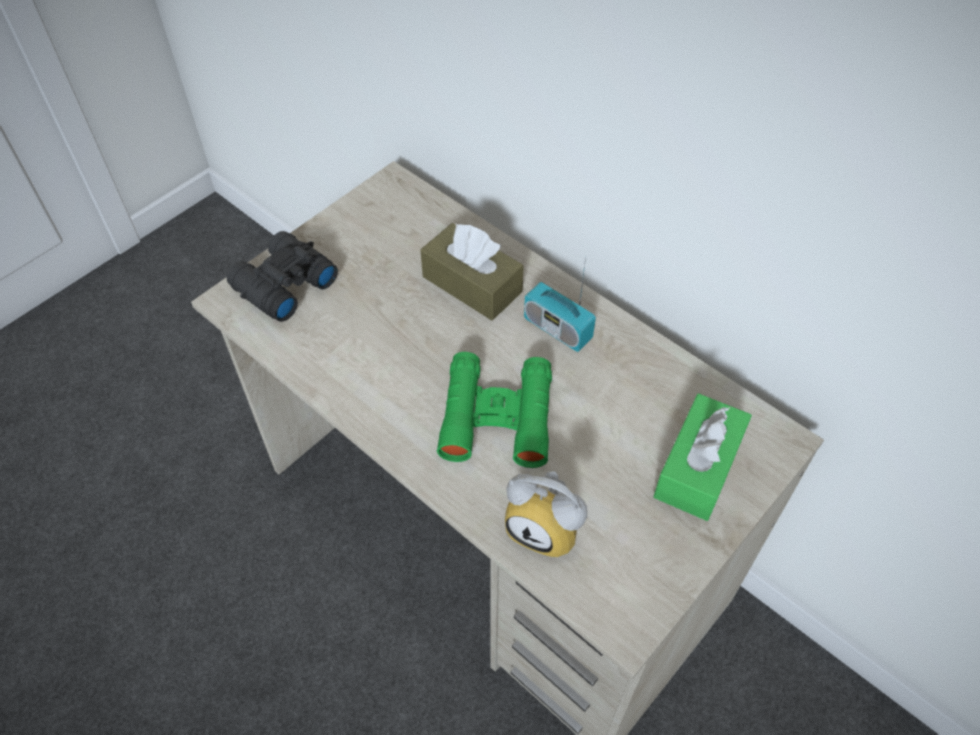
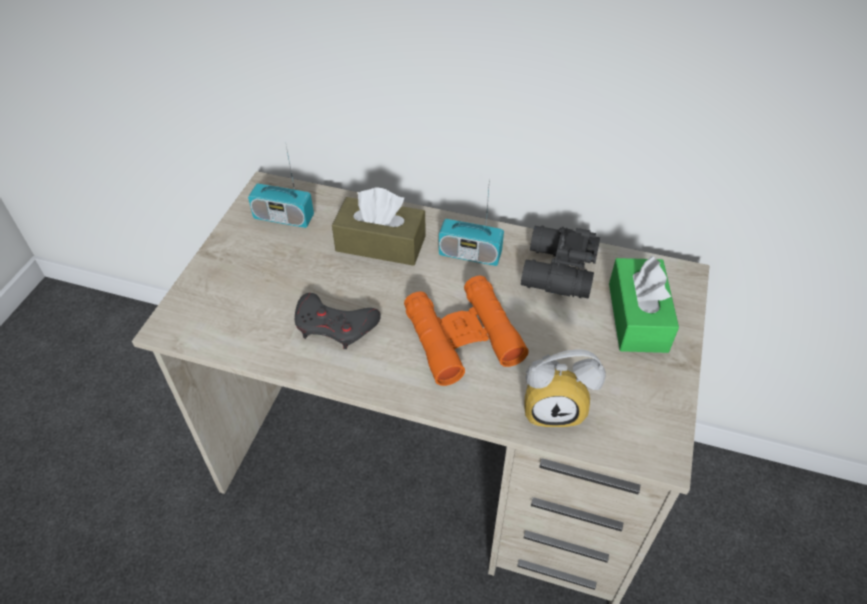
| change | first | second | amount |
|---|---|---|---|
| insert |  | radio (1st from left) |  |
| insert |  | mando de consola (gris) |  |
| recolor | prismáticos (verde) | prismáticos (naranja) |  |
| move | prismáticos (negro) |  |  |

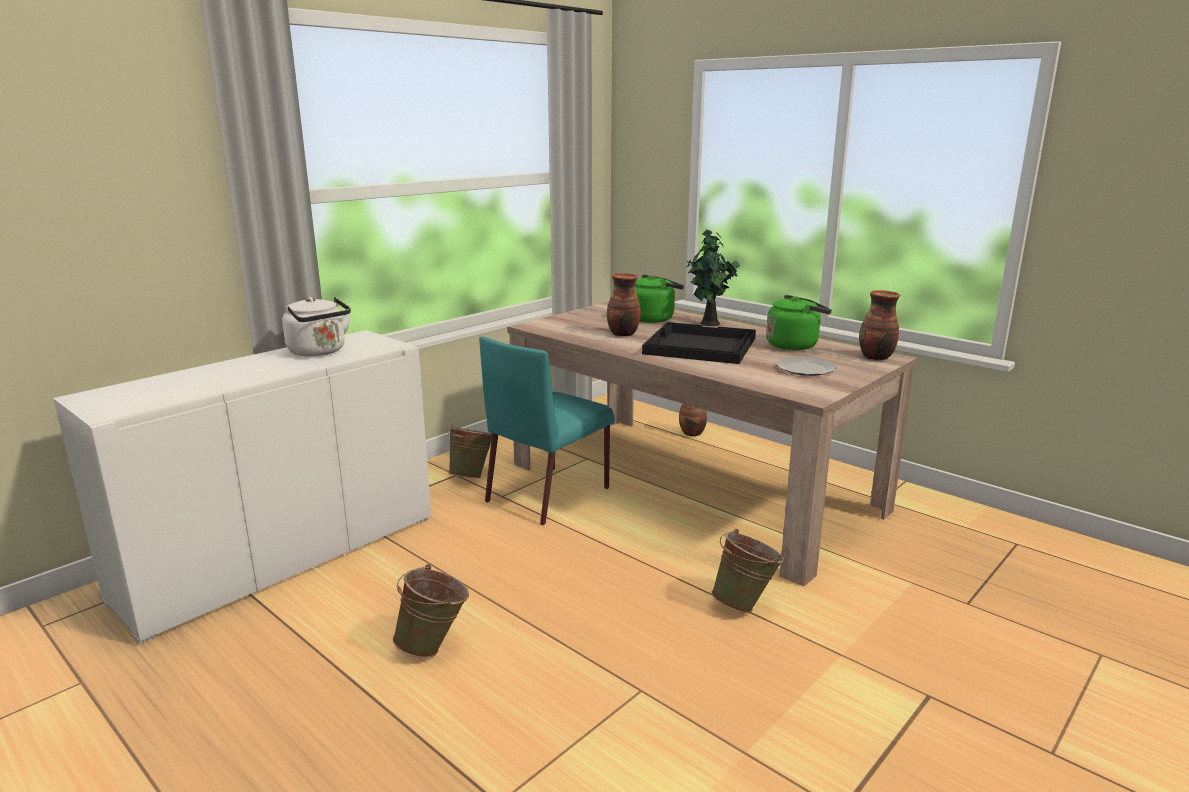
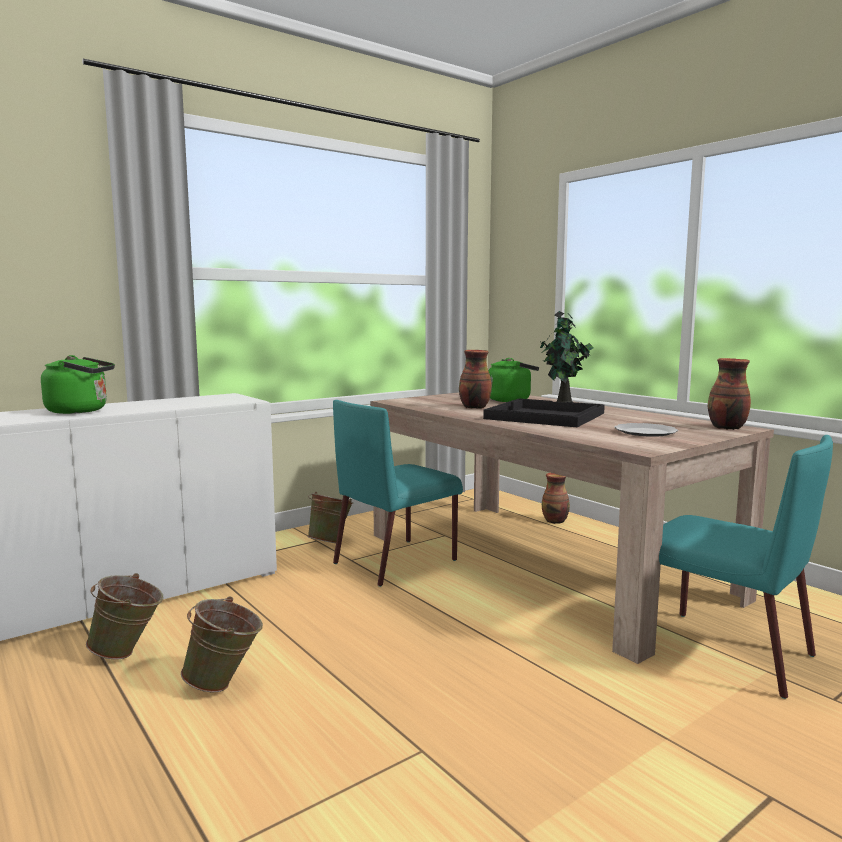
| change | first | second | amount |
|---|---|---|---|
| move | hervidor (verde) (2nd from left in the first image) | hervidor (verde) (1st from left) |  |
| move | cubo (verde) (3rd from left in the first image) | cubo (verde) (1st from left) |  |
| insert |  | silla (turquesa) (2nd from left) |  |
| delete | hervidor (blanco) |  |  |

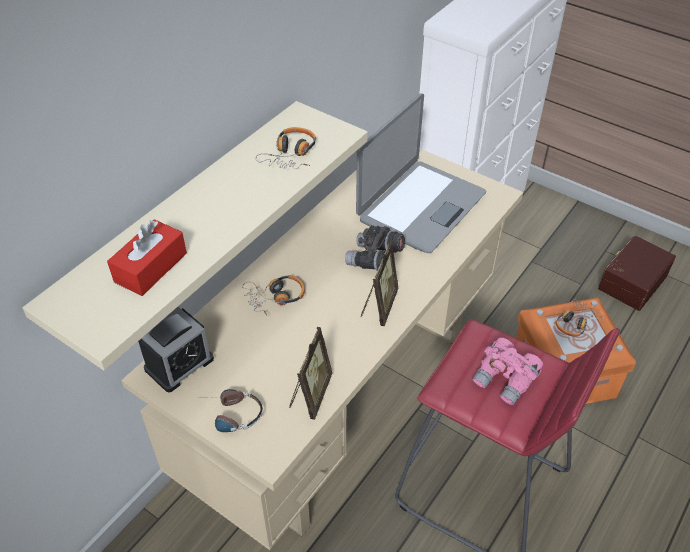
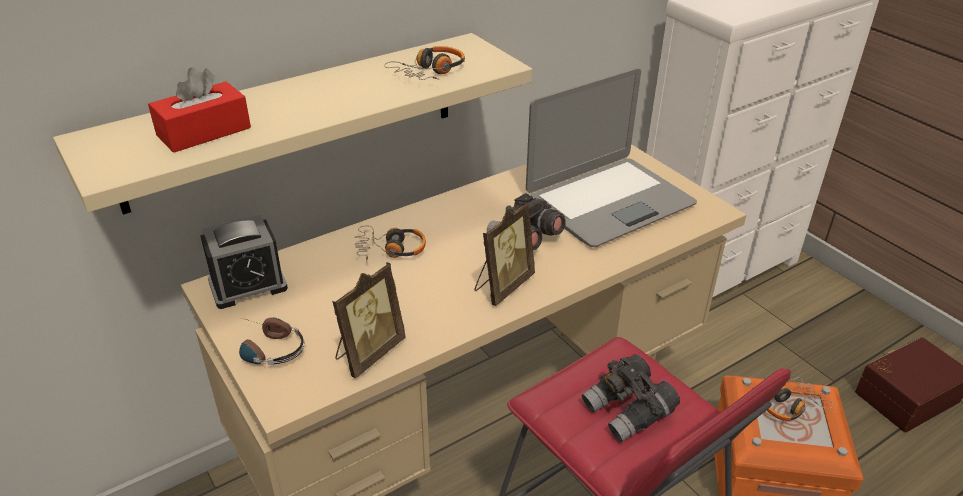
| change | first | second | amount |
|---|---|---|---|
| recolor | prismáticos (rosa) | prismáticos (gris) (2nd from left) |  |

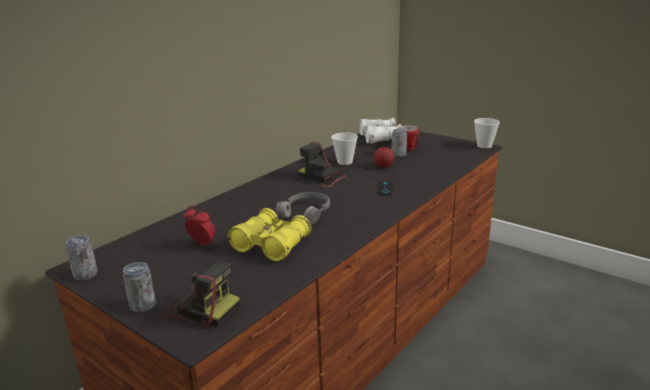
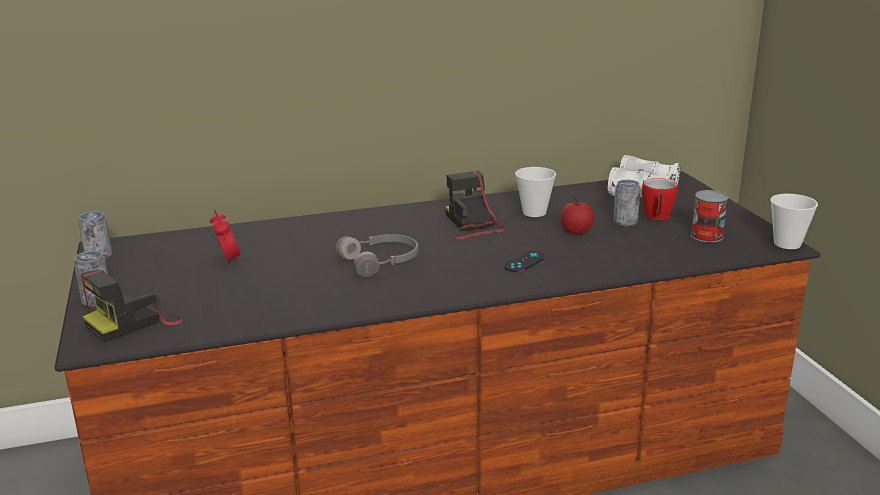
| change | first | second | amount |
|---|---|---|---|
| rotate | cámara (1st from left) |  | 75 degrees clockwise |
| insert |  | lata (4th from left) |  |
| delete | prismáticos (amarillo) |  |  |

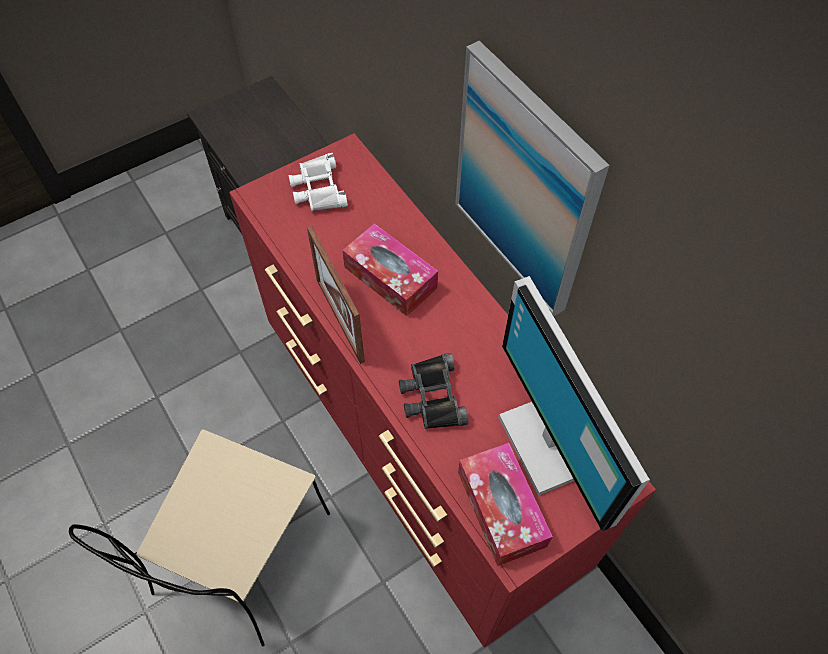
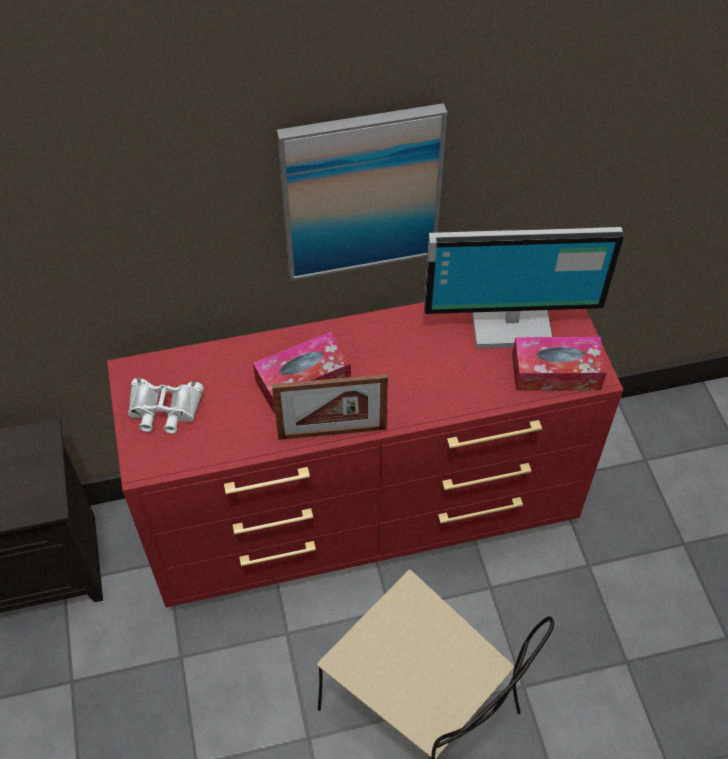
| change | first | second | amount |
|---|---|---|---|
| delete | prismáticos (negro) |  |  |

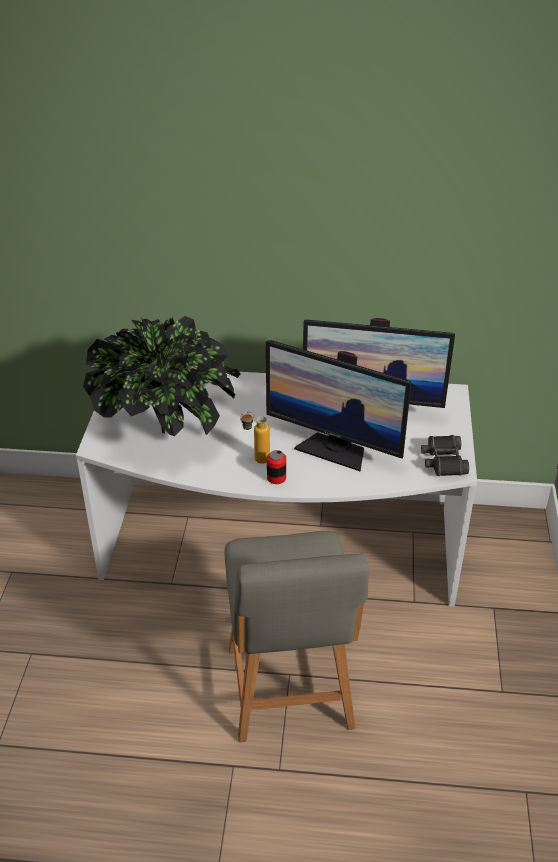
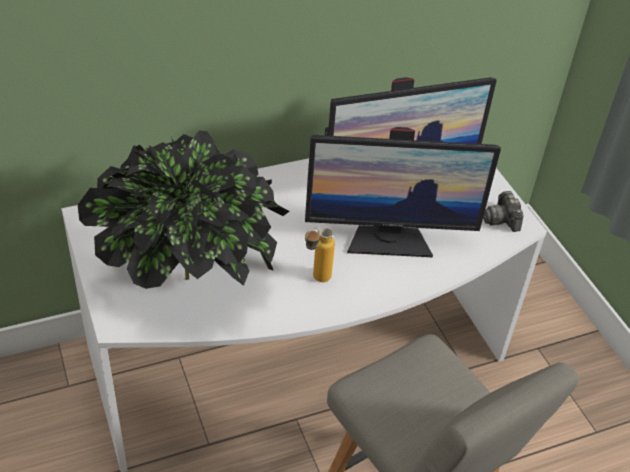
| change | first | second | amount |
|---|---|---|---|
| replace | prismáticos (negro) | cámara |  |
| delete | lata |  |  |

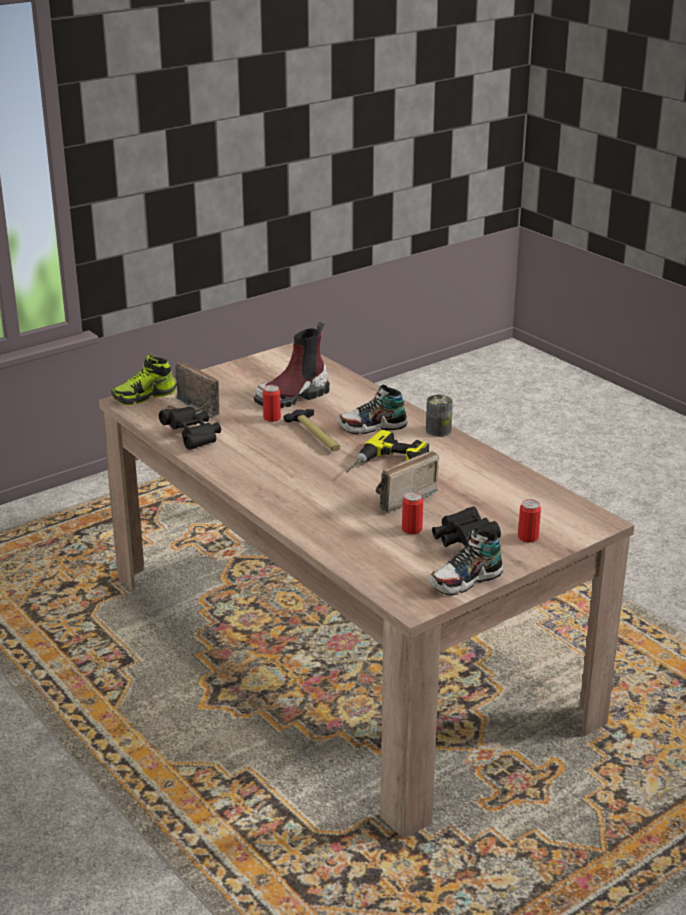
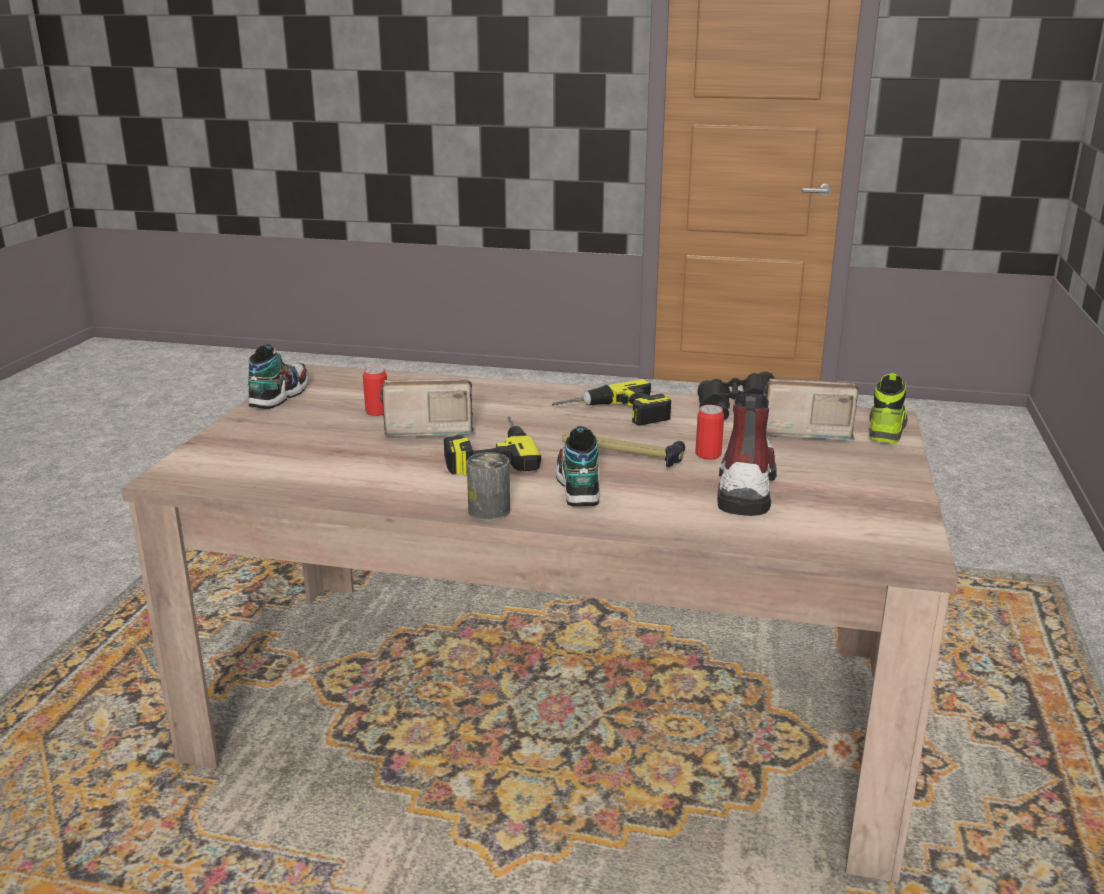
| change | first | second | amount |
|---|---|---|---|
| rotate | radio (2nd from left in the first image) | radio (1st from left) | 105 degrees counterclockwise |
| insert |  | taladro (2nd from left) |  |
| rotate | zapato (2nd from left) |  | 45 degrees counterclockwise |
| delete | prismáticos (negro) (2nd from left) |  |  |
| delete | lata (4th from left) |  |  |

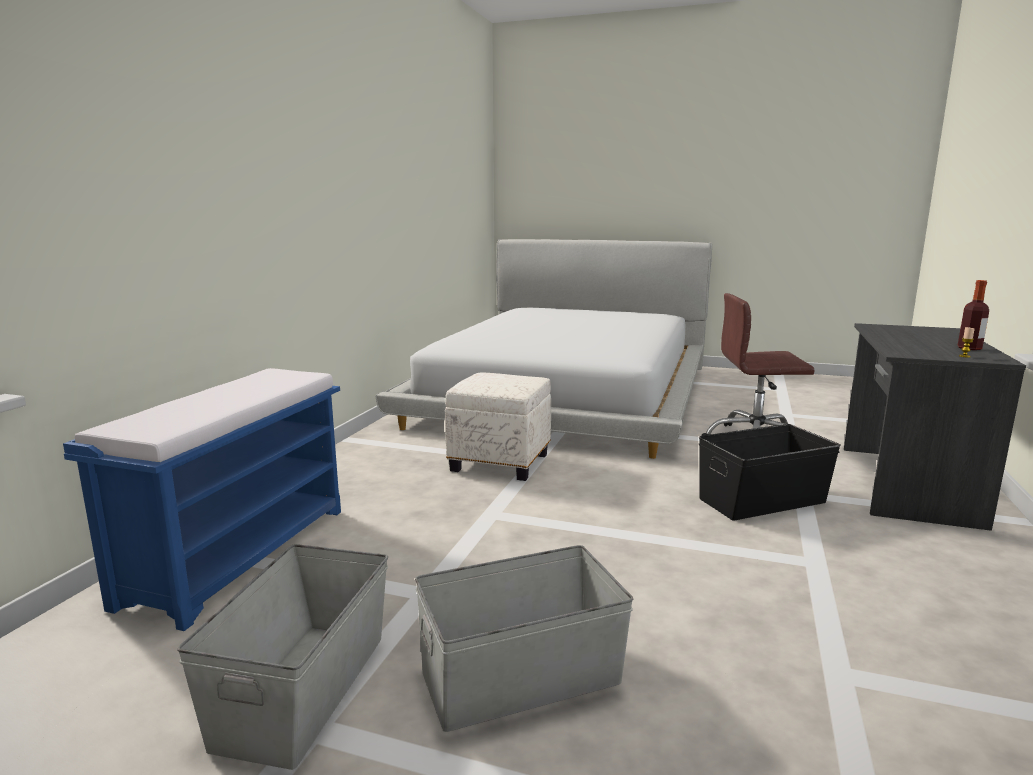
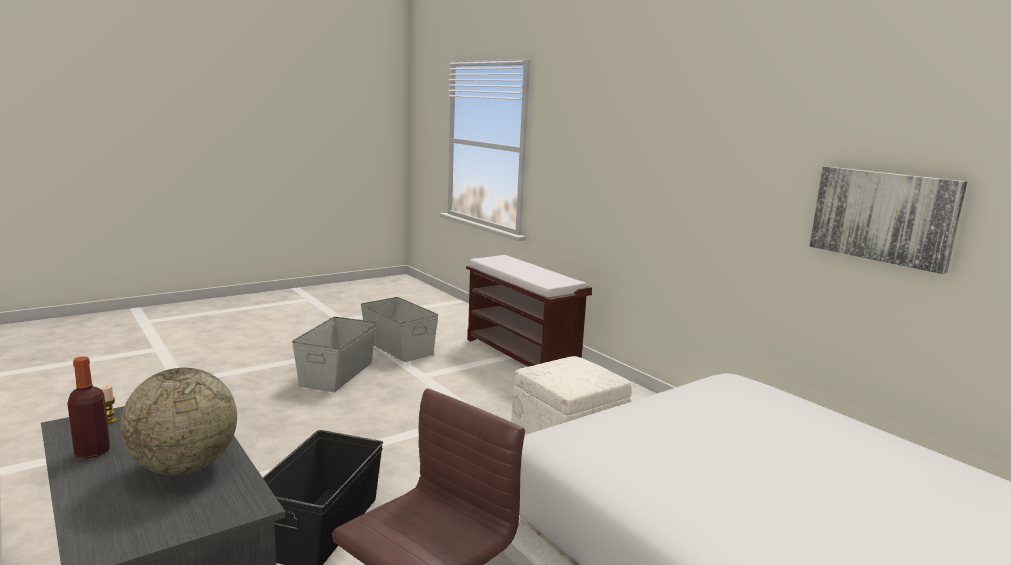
| change | first | second | amount |
|---|---|---|---|
| insert |  | globo terráqueo |  |
| recolor | banco (azul) | banco (marrón) |  |
| insert |  | cuadro |  |

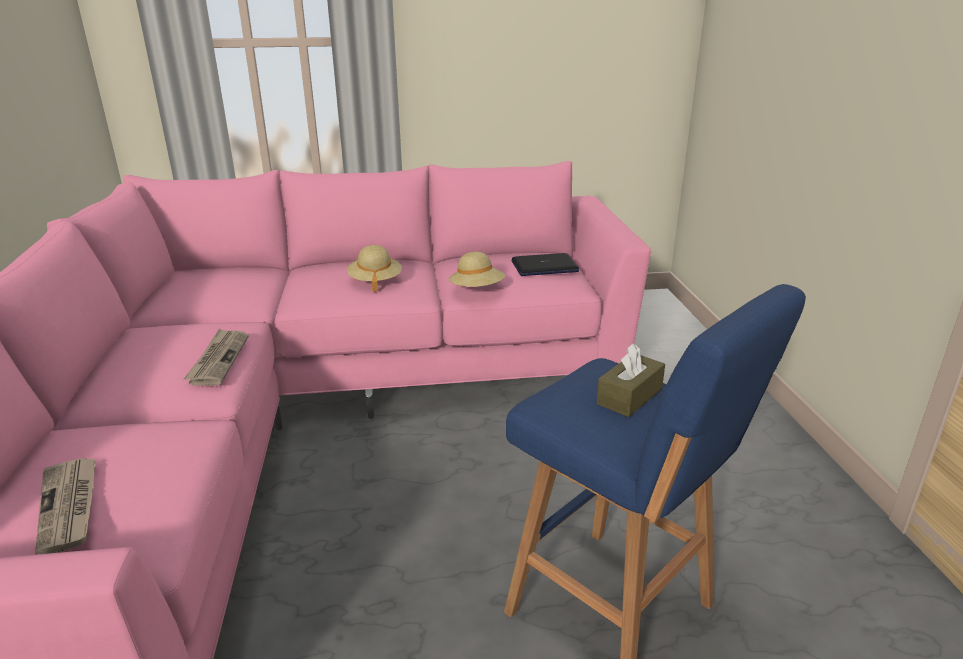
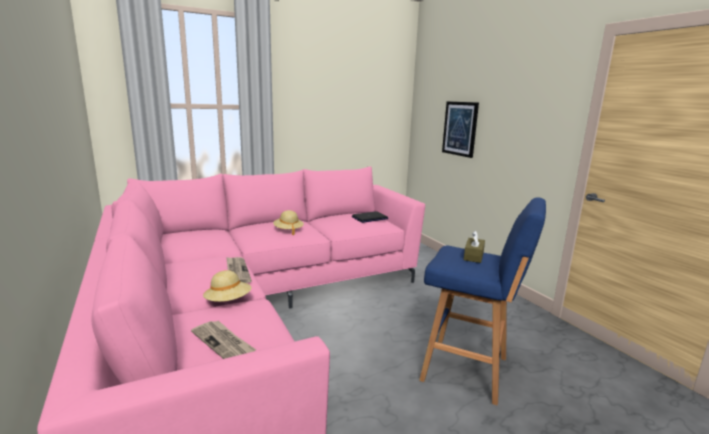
| change | first | second | amount |
|---|---|---|---|
| move | sombrero (beis) (2nd from left in the first image) | sombrero (beis) (1st from left) |  |
| insert |  | cuadro |  |

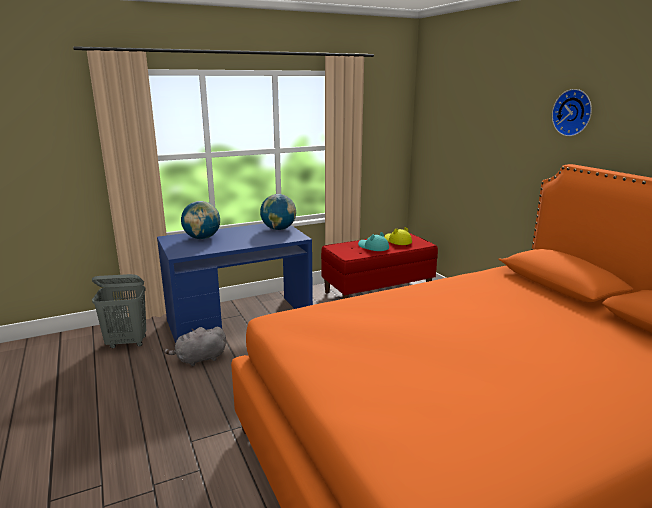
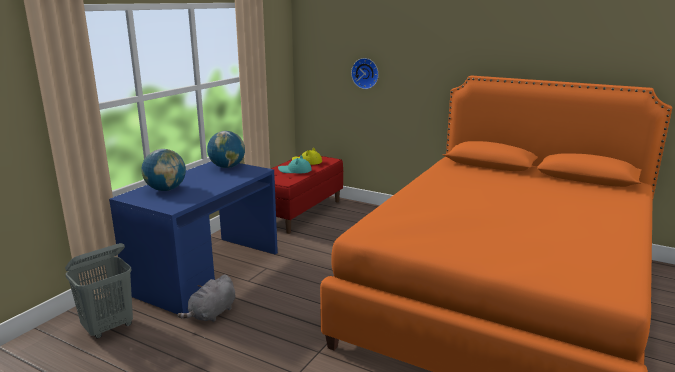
| change | first | second | amount |
|---|---|---|---|
| move | reloj de pared |  |  |

